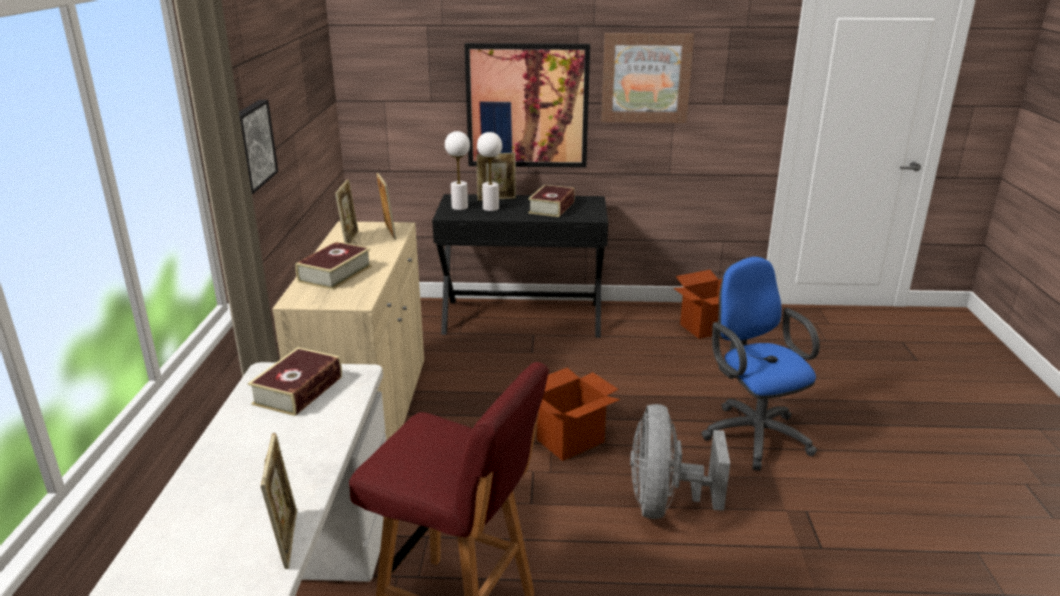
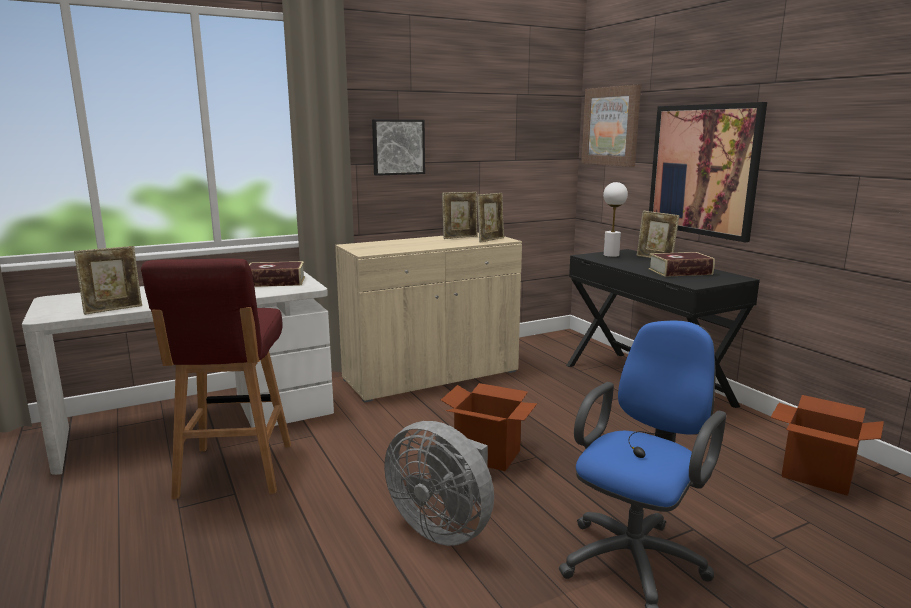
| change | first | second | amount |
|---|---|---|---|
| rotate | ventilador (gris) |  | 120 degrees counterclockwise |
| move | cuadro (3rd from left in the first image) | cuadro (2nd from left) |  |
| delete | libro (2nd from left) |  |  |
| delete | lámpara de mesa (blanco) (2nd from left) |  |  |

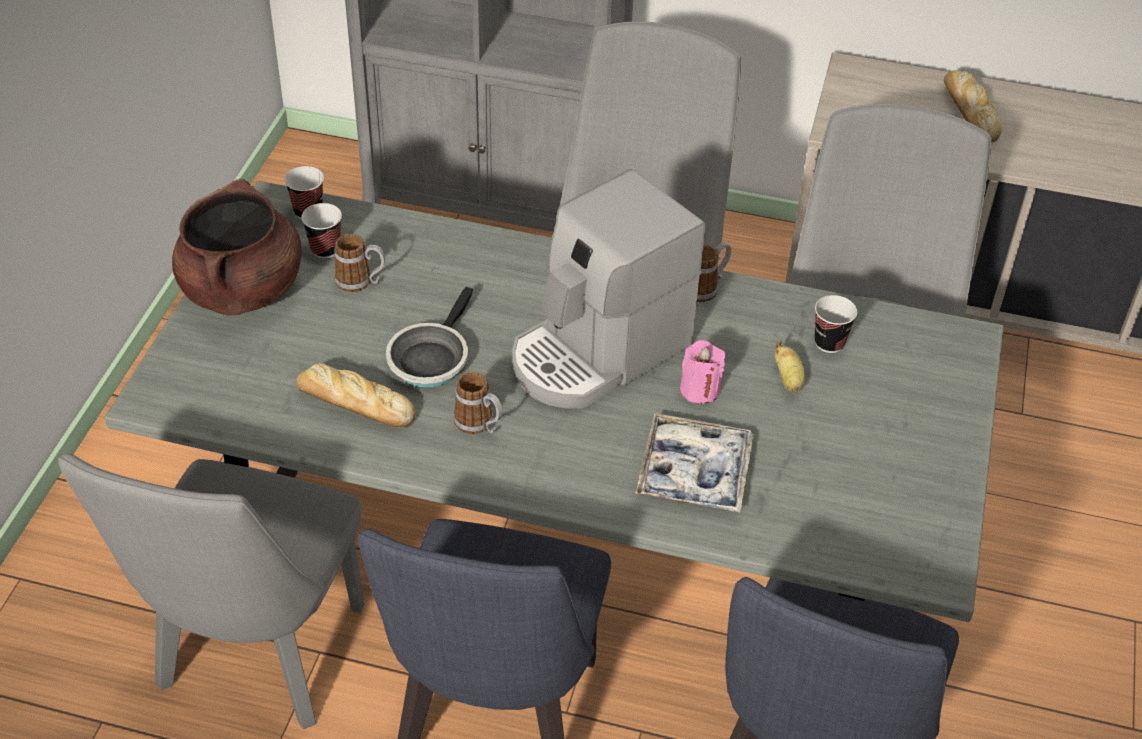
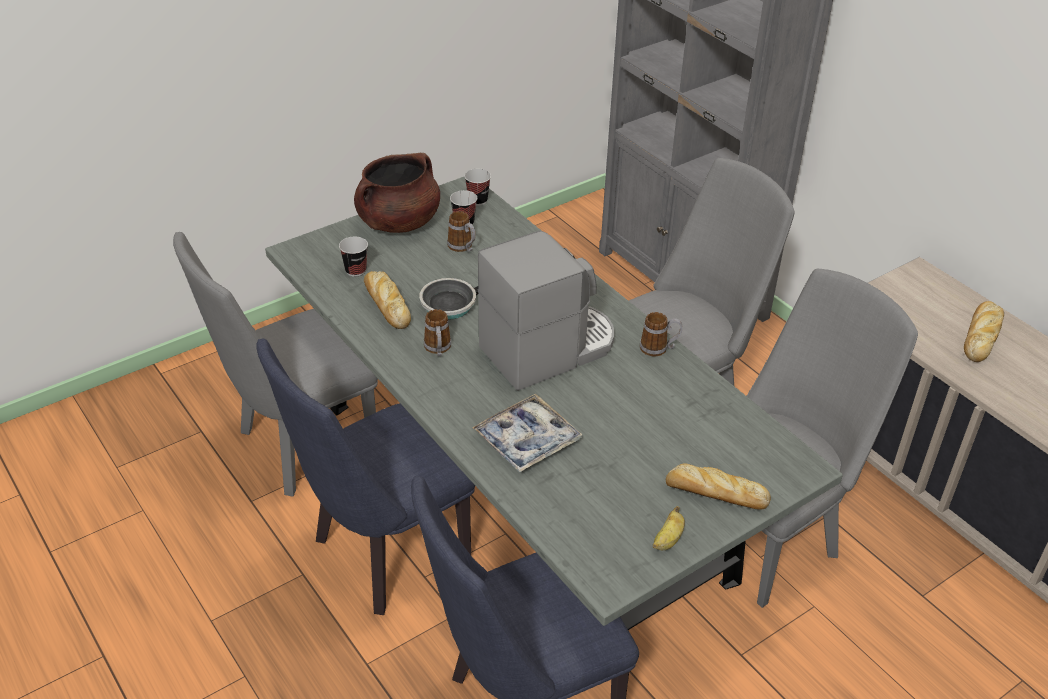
| change | first | second | amount |
|---|---|---|---|
| move | taza (3rd from left in the first image) | taza (1st from left) |  |
| rotate | cafetera |  | 150 degrees clockwise |
| move | plátano |  |  |
| insert |  | pan (2nd from left) |  |
| delete | vela (rosa) |  |  |

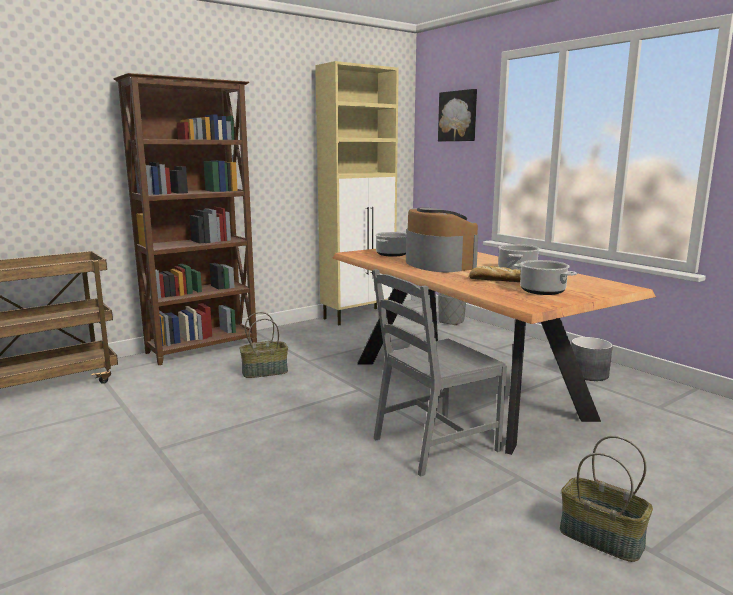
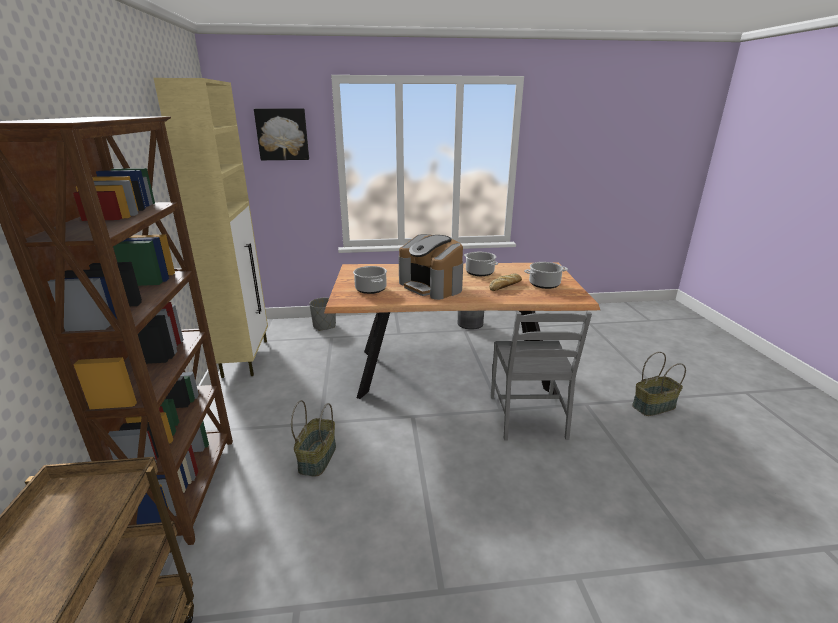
| change | first | second | amount |
|---|---|---|---|
| rotate | cafetera |  | 135 degrees counterclockwise |

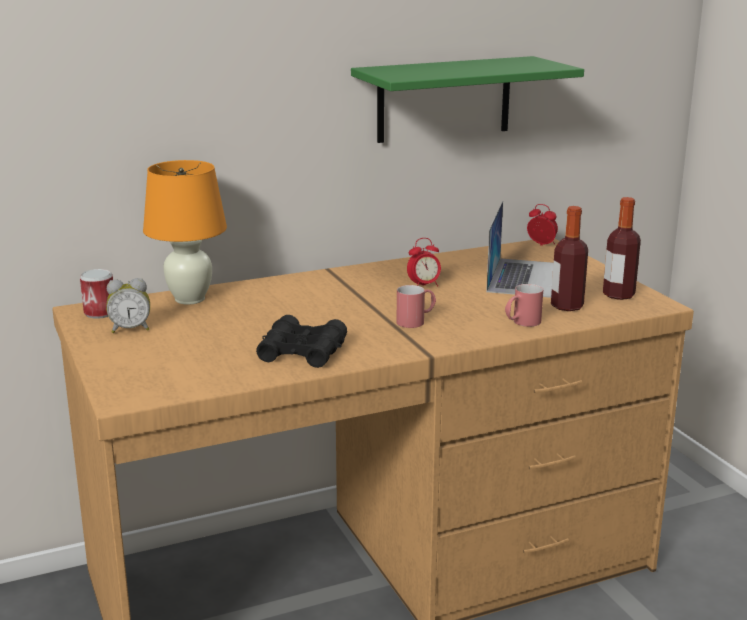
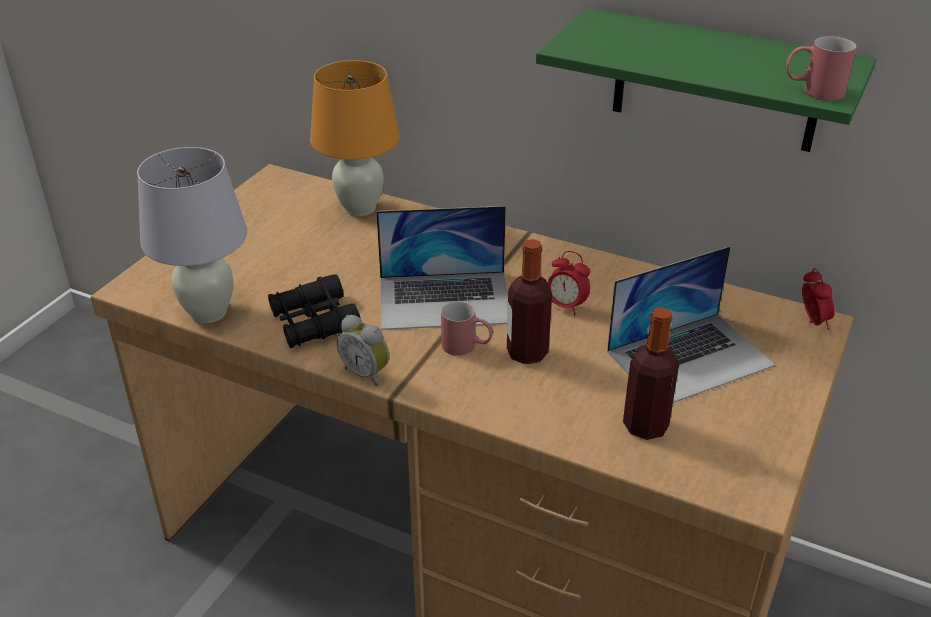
| change | first | second | amount |
|---|---|---|---|
| insert |  | lámpara de mesa (blanco) |  |
| move | despertador (1st from left) |  |  |
| insert |  | portátil (1st from left) |  |
| move | botella (2nd from left in the first image) | botella (1st from left) |  |
| move | taza grande (rojo) (2nd from left) |  |  |
| delete | lata |  |  |

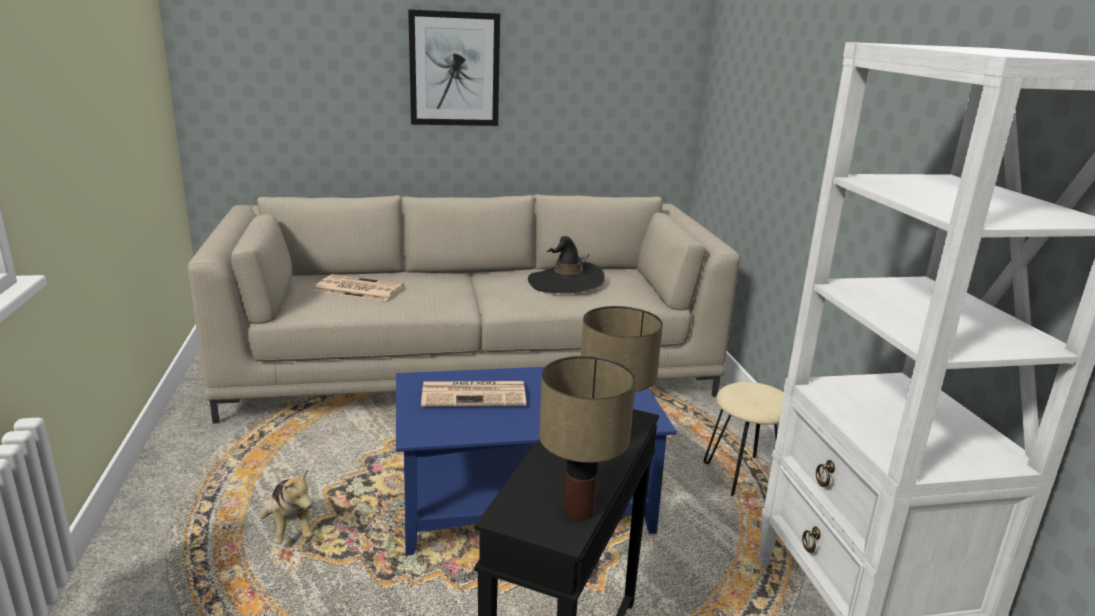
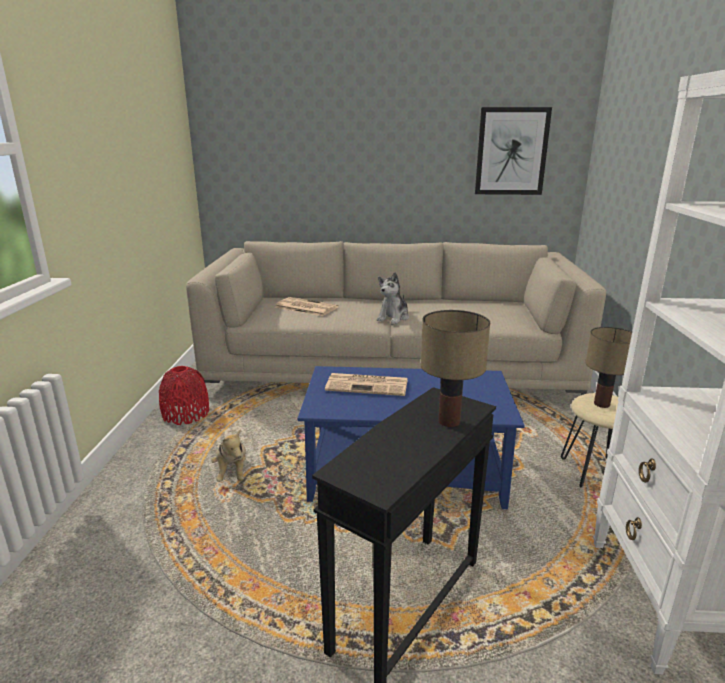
| change | first | second | amount |
|---|---|---|---|
| insert |  | florero (rojo) |  |
| insert |  | peluche (2nd from left) |  |
| move | cuadro |  |  |
| move | lámpara de mesa (1st from left in the first image) | lámpara de mesa (2nd from left) |  |
| delete | sombrero (negro) |  |  |

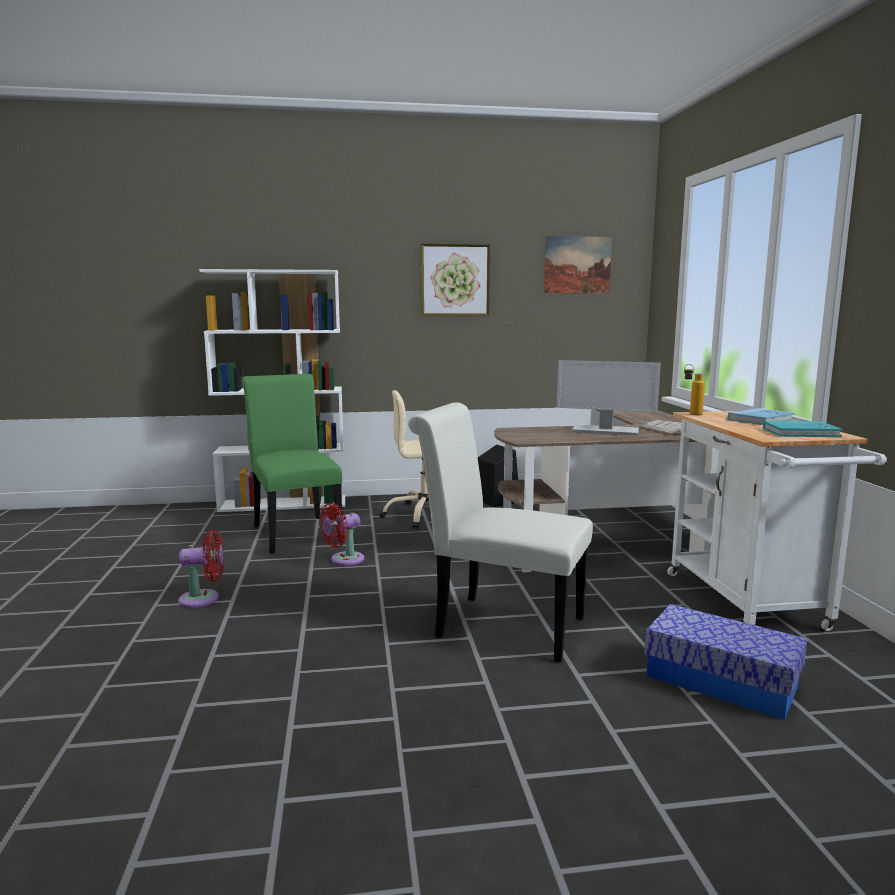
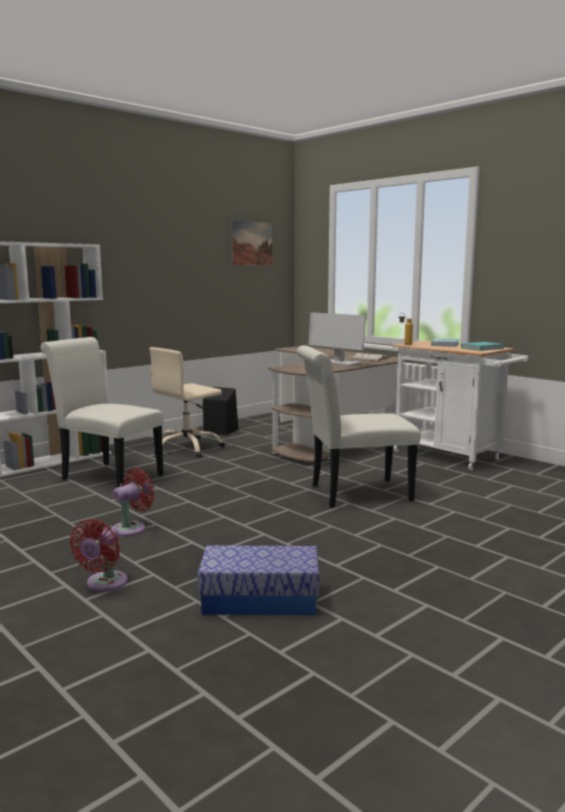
| change | first | second | amount |
|---|---|---|---|
| recolor | silla (verde) | silla (blanco) (1st from left) |  |
| move | ventilador (rojo) (2nd from left in the first image) | ventilador (rojo) (1st from left) |  |
| move | caja de almacenaje |  |  |
| rotate | monitor |  | 60 degrees clockwise |
| delete | cuadro (1st from left) |  |  |

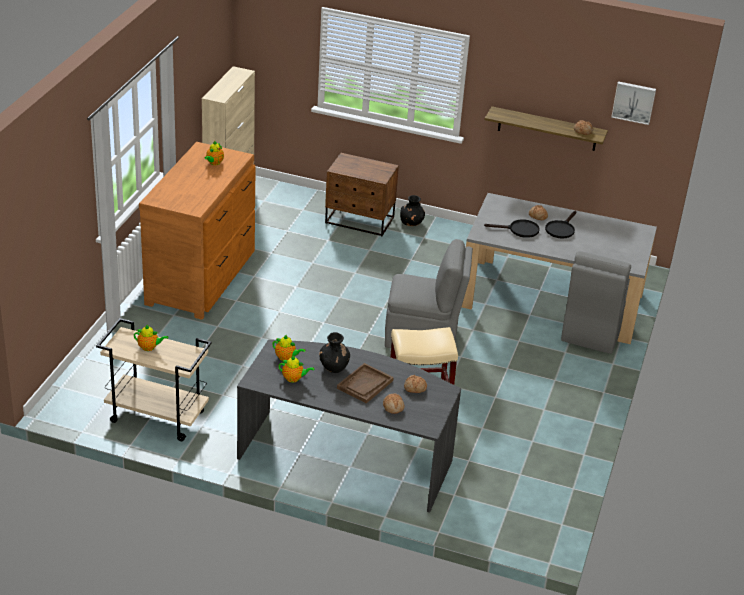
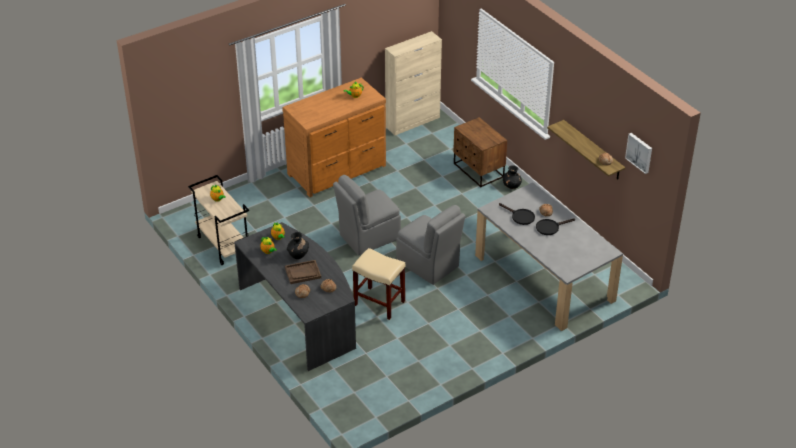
| change | first | second | amount |
|---|---|---|---|
| move | silla (gris) (2nd from left in the first image) | silla (gris) (1st from left) |  |

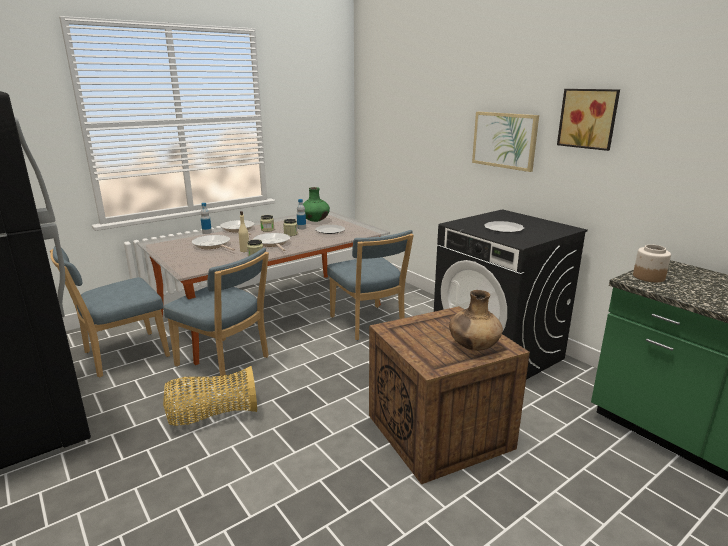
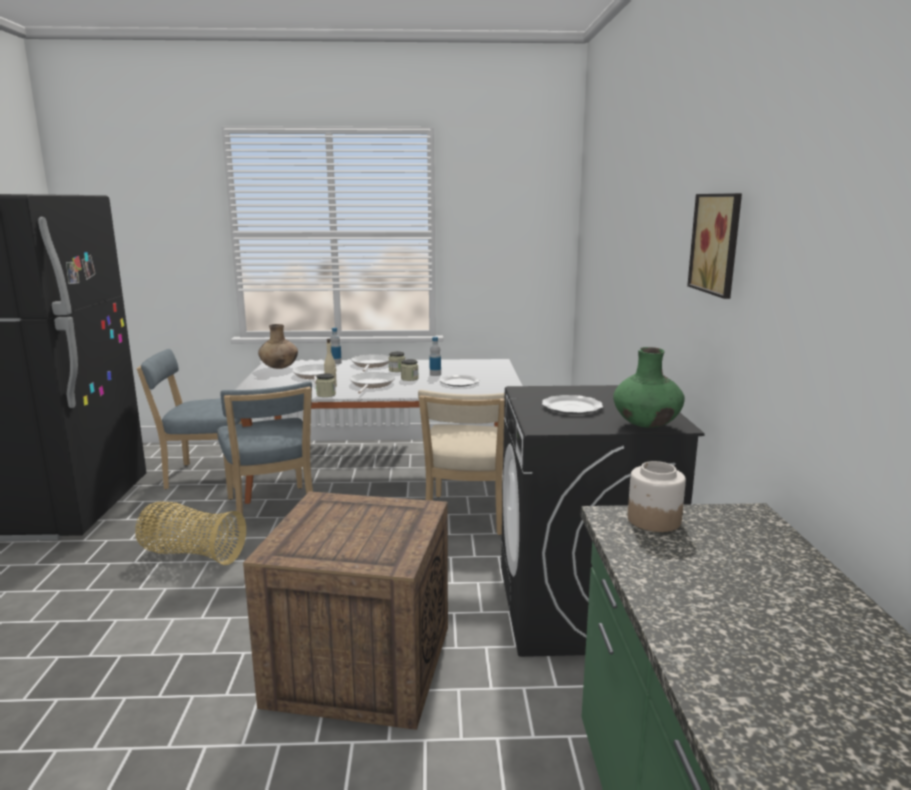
| change | first | second | amount |
|---|---|---|---|
| move | florero (marrón) |  |  |
| recolor | silla (azul) (3rd from left) | silla (beis) |  |
| move | florero (verde) |  |  |
| delete | cuadro (1st from left) |  |  |

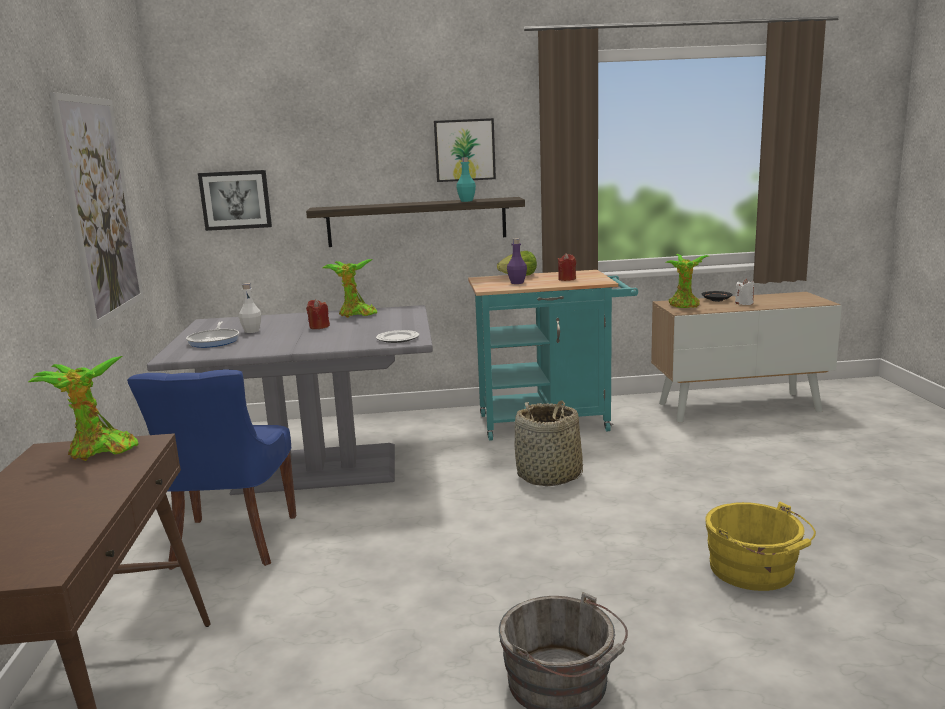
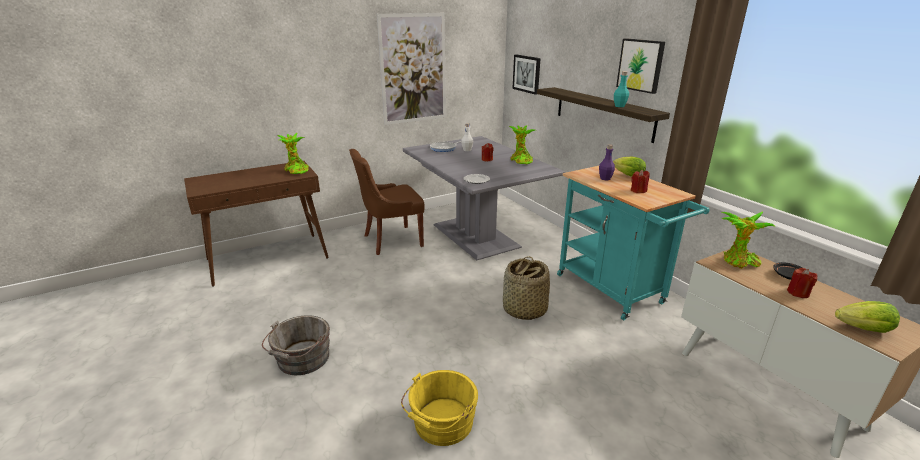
| change | first | second | amount |
|---|---|---|---|
| recolor | silla (azul) | silla (marrón) |  |
| recolor | vela (blanco) | vela (rojo) (3rd from left) |  |
| insert |  | lechuga (2nd from left) |  |

